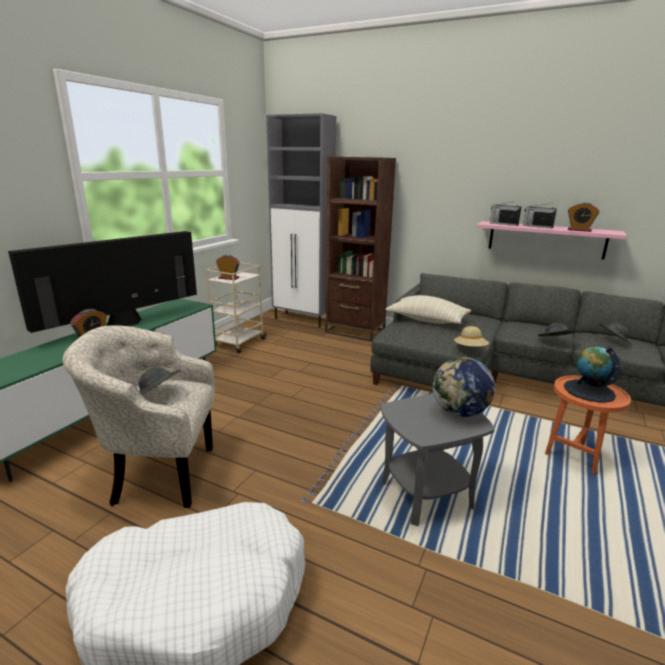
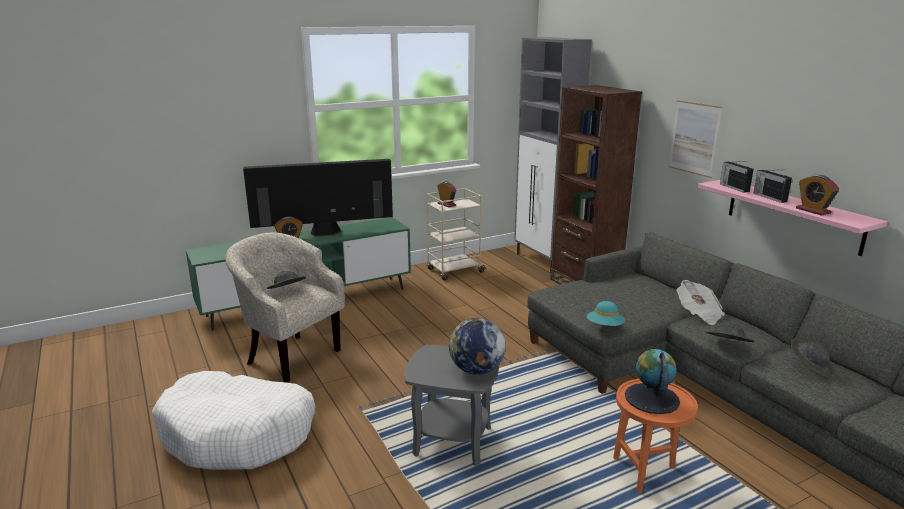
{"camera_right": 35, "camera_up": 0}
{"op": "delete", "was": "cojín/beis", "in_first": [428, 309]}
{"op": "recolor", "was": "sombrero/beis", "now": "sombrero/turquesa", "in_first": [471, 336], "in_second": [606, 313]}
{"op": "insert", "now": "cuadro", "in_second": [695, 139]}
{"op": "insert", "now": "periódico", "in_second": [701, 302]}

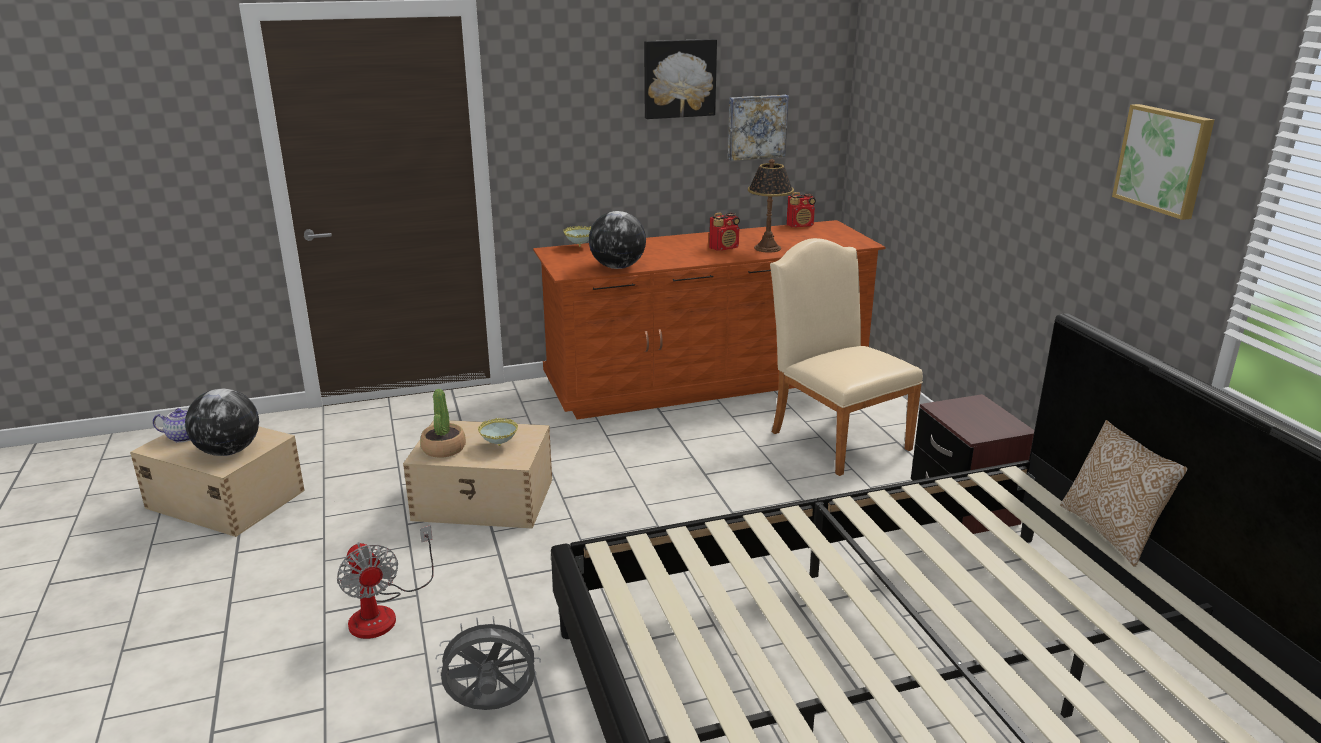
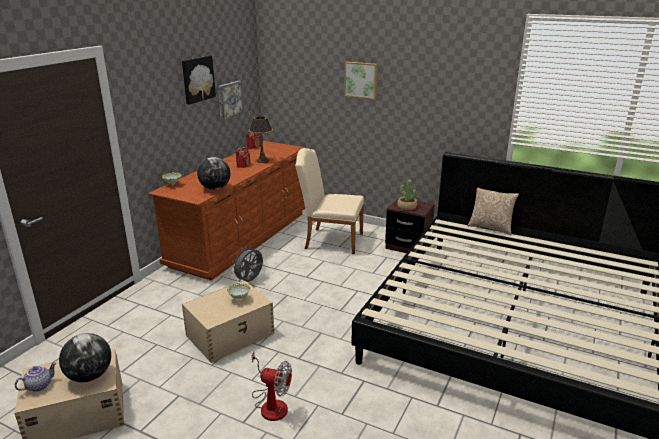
{"camera_right": -45, "camera_up": 0}
{"op": "move", "was": "cuadro", "in_first": [1163, 162], "in_second": [361, 80]}
{"op": "move", "was": "planta en maceta", "in_first": [443, 423], "in_second": [407, 194]}
{"op": "move", "was": "ventilador/gris", "in_first": [488, 663], "in_second": [247, 263]}

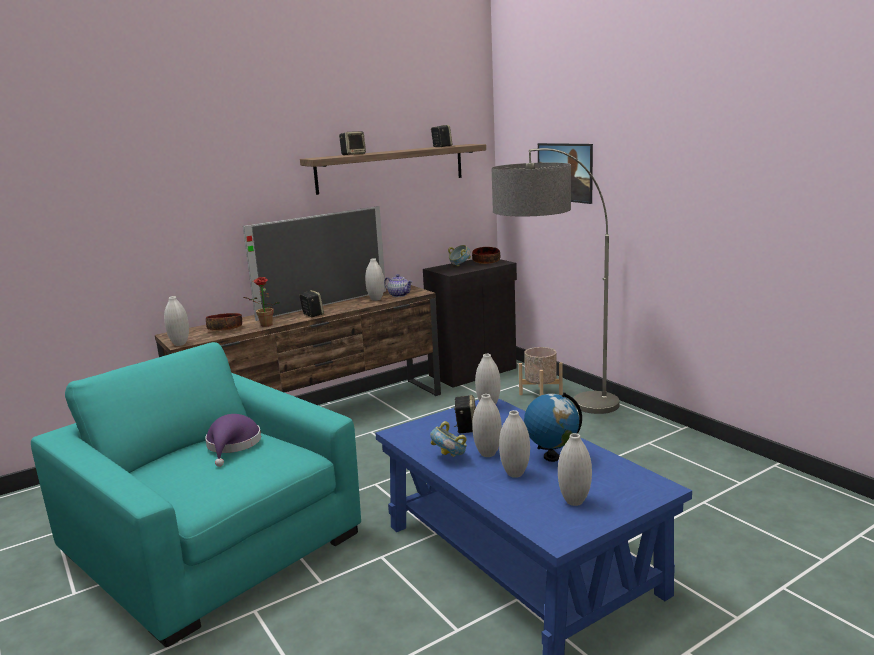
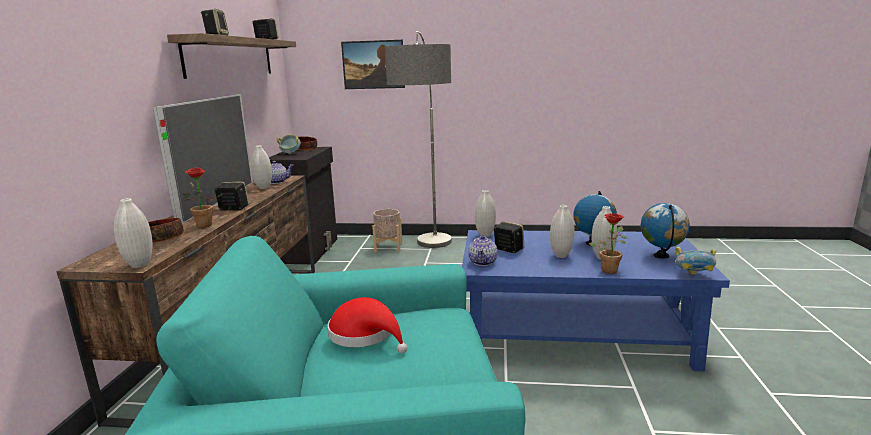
{"camera_right": -50, "camera_up": 0}
{"op": "recolor", "was": "sombrero/morado", "now": "sombrero/rojo", "in_first": [233, 440], "in_second": [367, 325]}
{"op": "move", "was": "cuenco", "in_first": [448, 439], "in_second": [695, 261]}
{"op": "replace", "was": "florero/blanco", "now": "globo terráqueo", "in_first": [575, 469], "in_second": [665, 231]}
{"op": "insert", "now": "planta en maceta", "in_second": [608, 243]}
{"op": "insert", "now": "tetera", "in_second": [483, 250]}

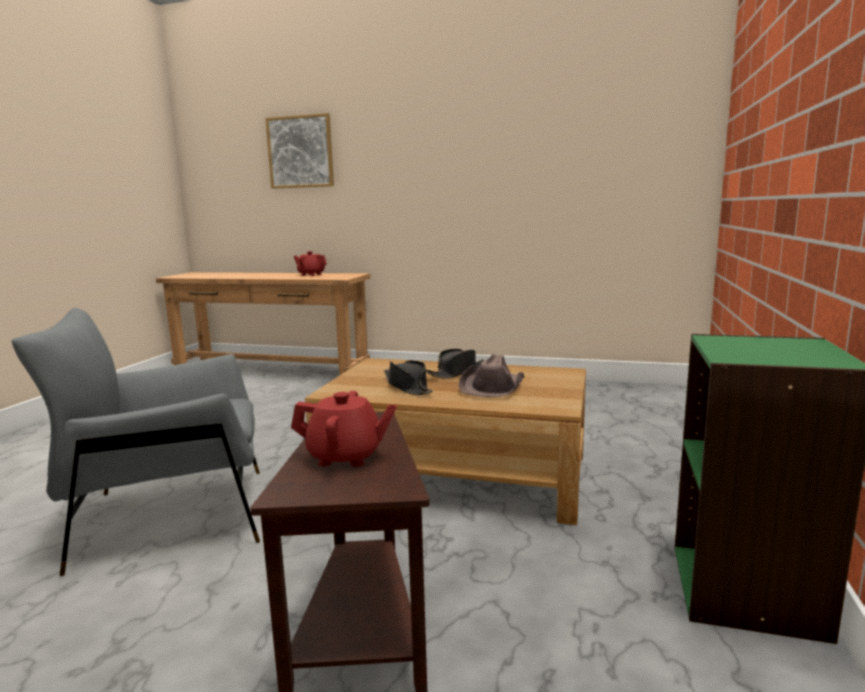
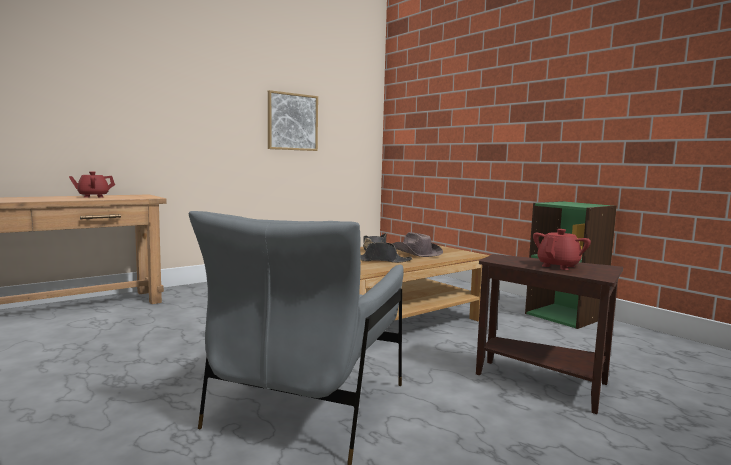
{"camera_right": -55, "camera_up": -5}
{"op": "move", "was": "cuadro", "in_first": [299, 151], "in_second": [293, 120]}

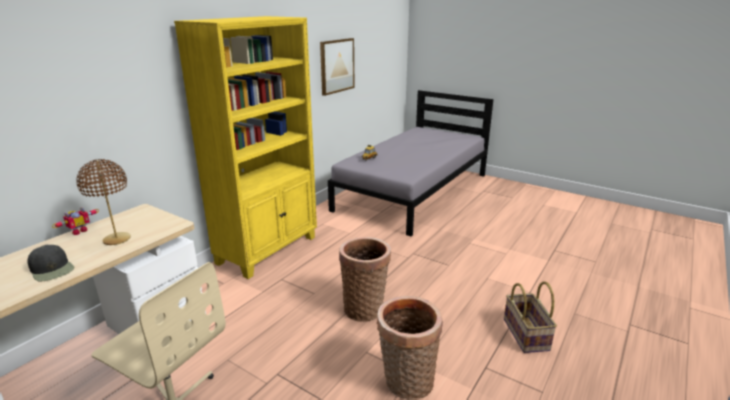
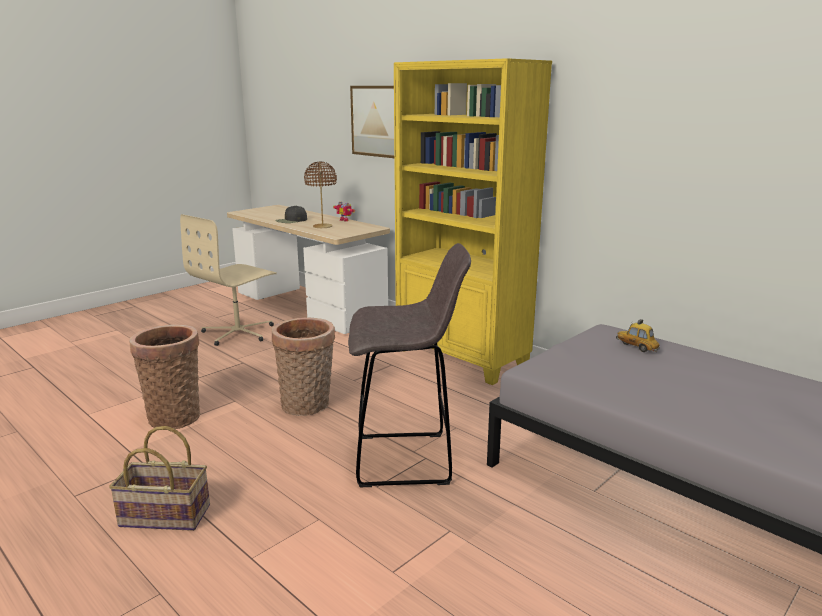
{"camera_right": 100, "camera_up": -5}
{"op": "move", "was": "cuadro", "in_first": [337, 67], "in_second": [372, 122]}
{"op": "insert", "now": "taburete/gris", "in_second": [409, 365]}

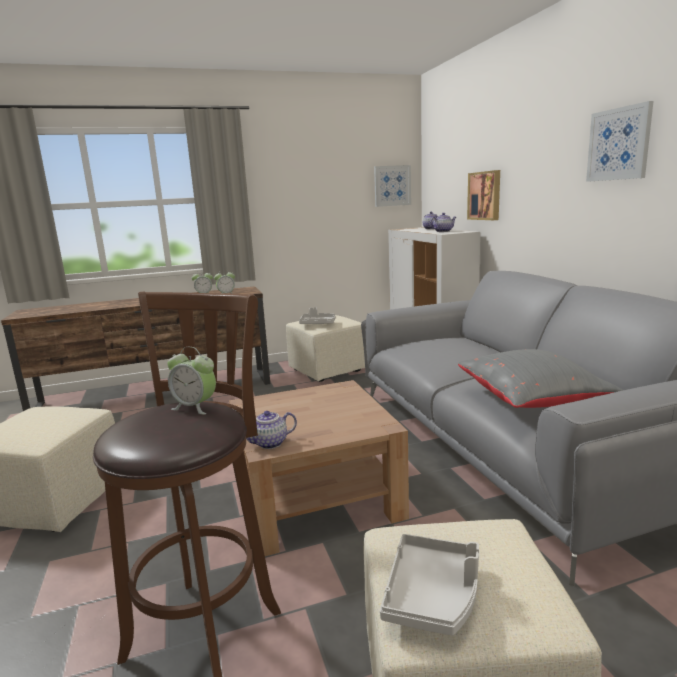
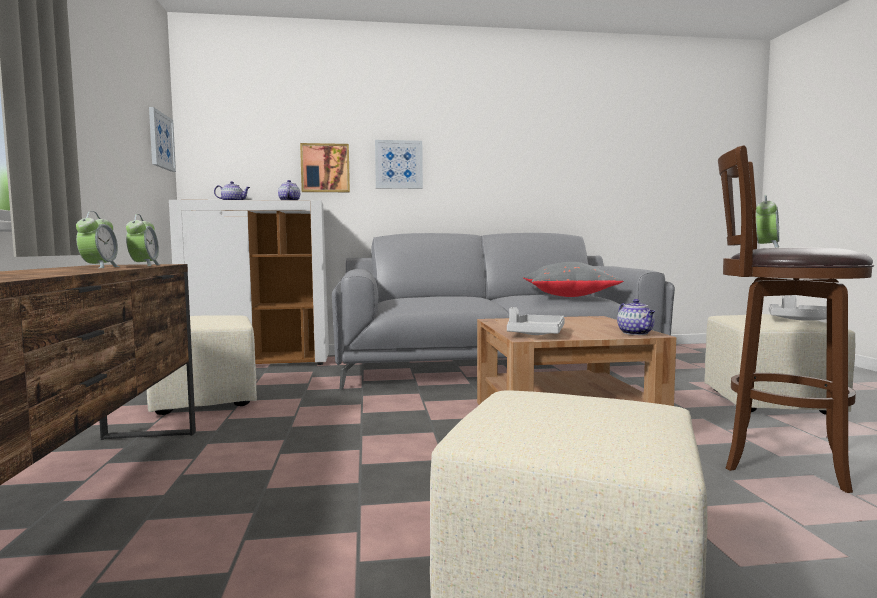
{"camera_right": -80, "camera_up": -10}
{"op": "move", "was": "cuadro", "in_first": [620, 141], "in_second": [399, 164]}
{"op": "move", "was": "bandeja/gris", "in_first": [317, 315], "in_second": [536, 321]}

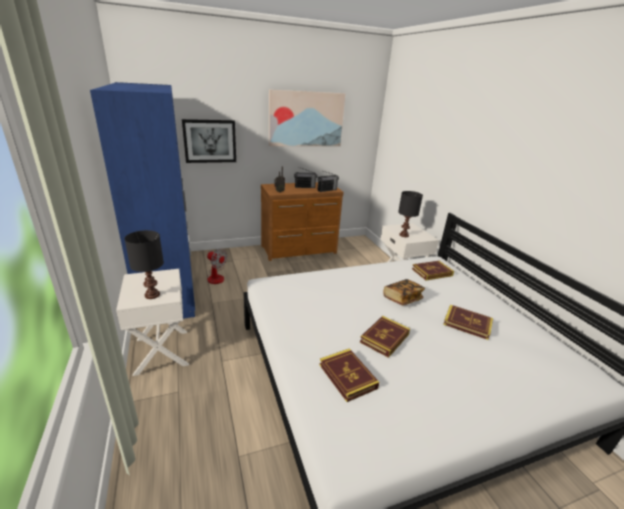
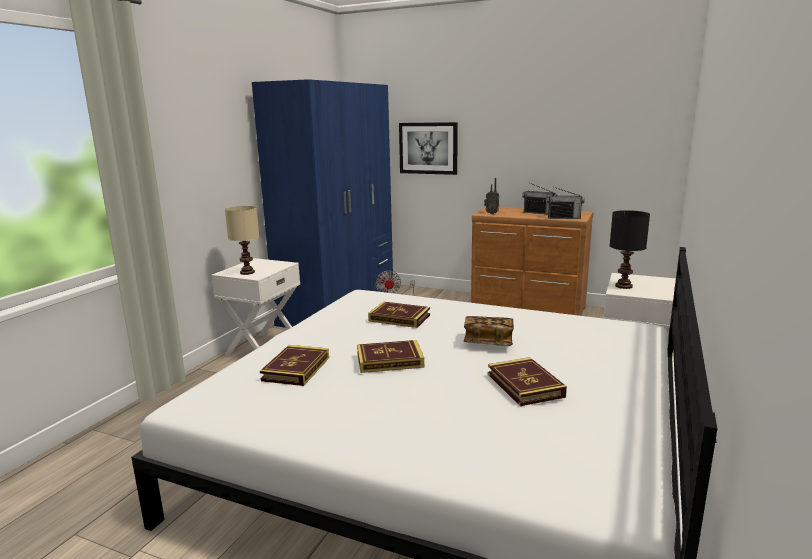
{"camera_right": 45, "camera_up": -10}
{"op": "delete", "was": "cuadro", "in_first": [307, 118]}
{"op": "recolor", "was": "lámpara de mesa/negro", "now": "lámpara de mesa/beis", "in_first": [144, 264], "in_second": [242, 240]}
{"op": "move", "was": "libro", "in_first": [433, 270], "in_second": [399, 315]}

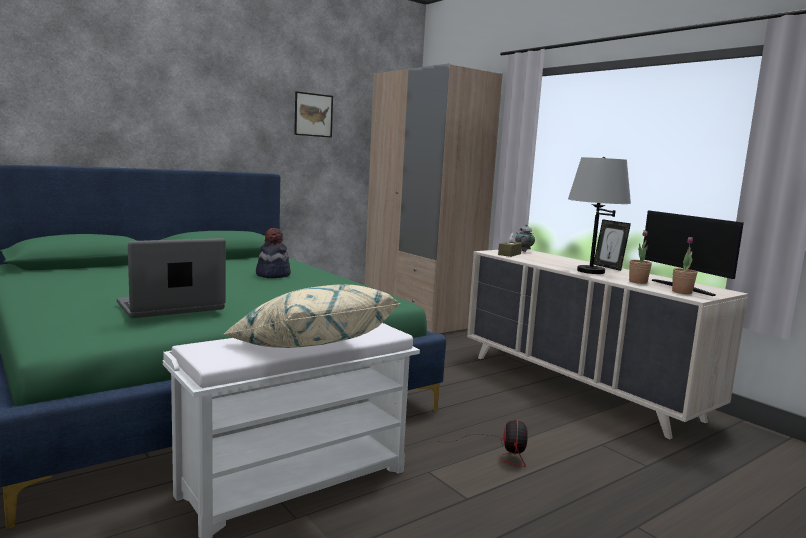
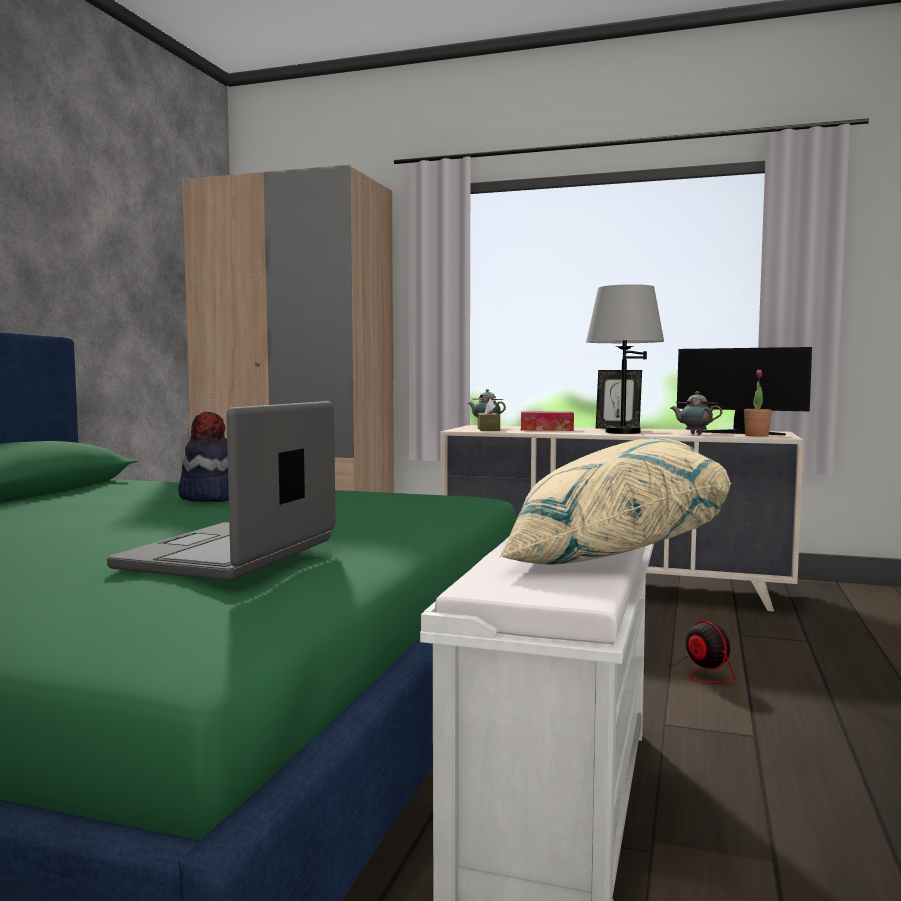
{"camera_right": -35, "camera_up": -5}
{"op": "delete", "was": "cuadro", "in_first": [313, 114]}
{"op": "replace", "was": "planta en maceta", "now": "tetera", "in_first": [640, 257], "in_second": [696, 412]}
{"op": "insert", "now": "caja de pañuelos", "in_second": [547, 421]}

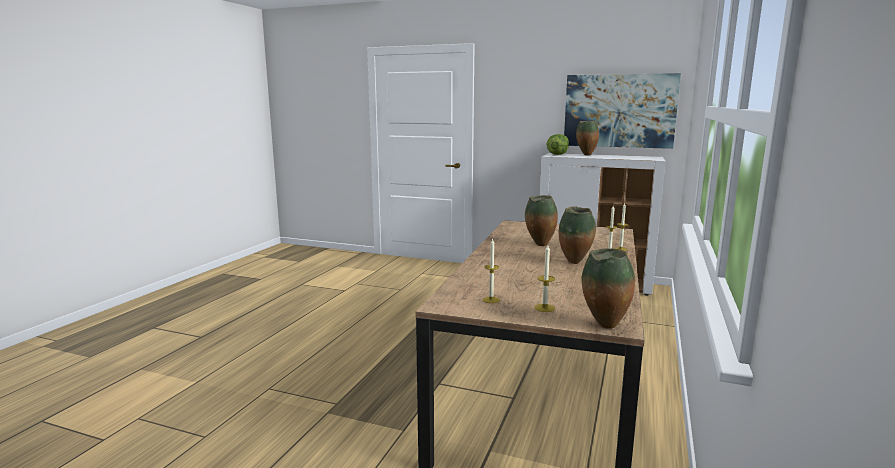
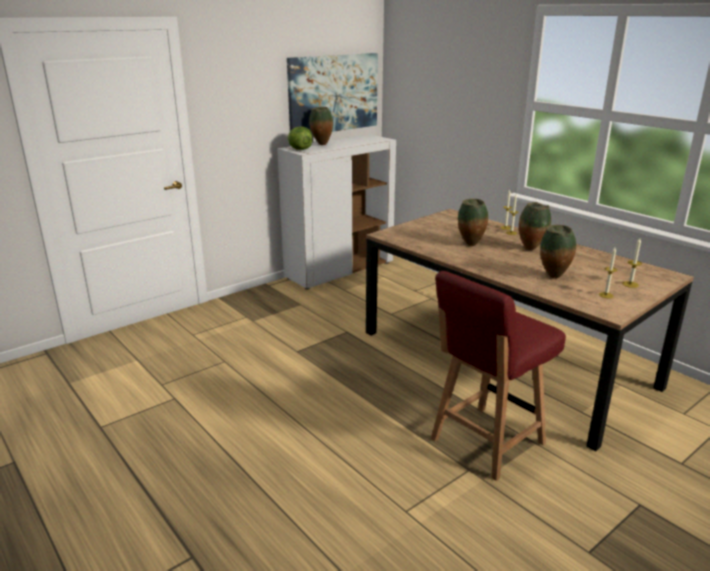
{"camera_right": -60, "camera_up": 10}
{"op": "move", "was": "florero", "in_first": [608, 288], "in_second": [558, 252]}
{"op": "insert", "now": "silla/rojo", "in_second": [498, 376]}

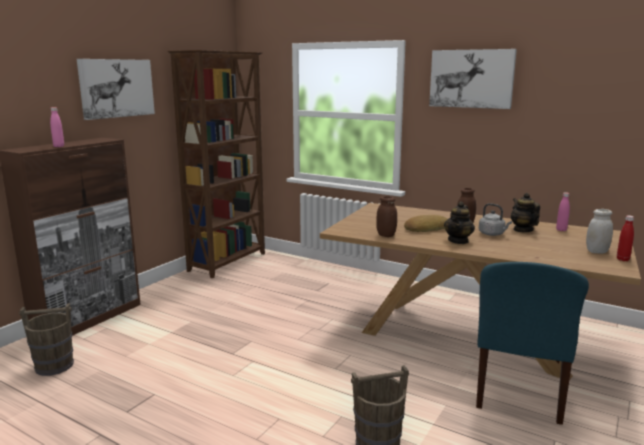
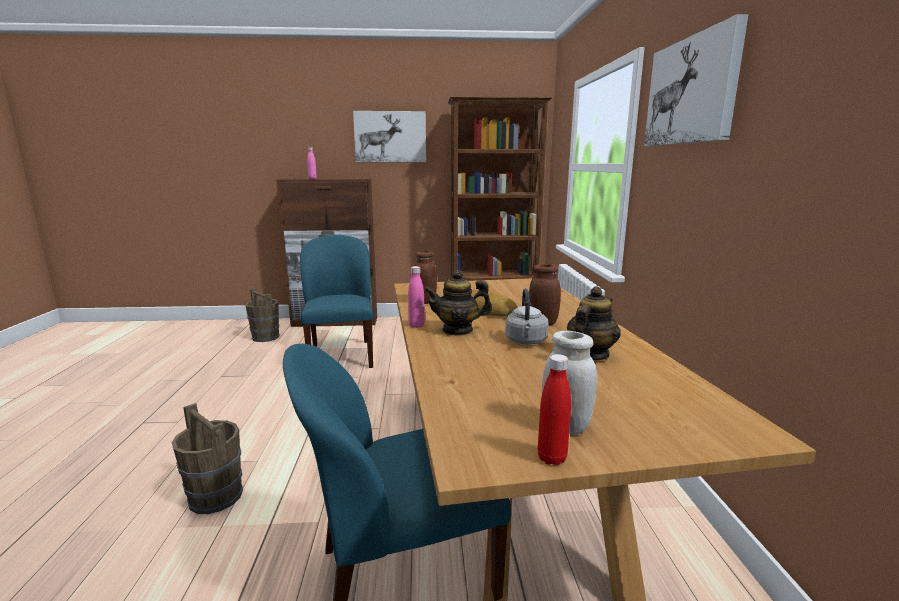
{"camera_right": 55, "camera_up": 0}
{"op": "move", "was": "botella/rosa", "in_first": [563, 211], "in_second": [416, 297]}
{"op": "insert", "now": "silla/azul", "in_second": [336, 301]}

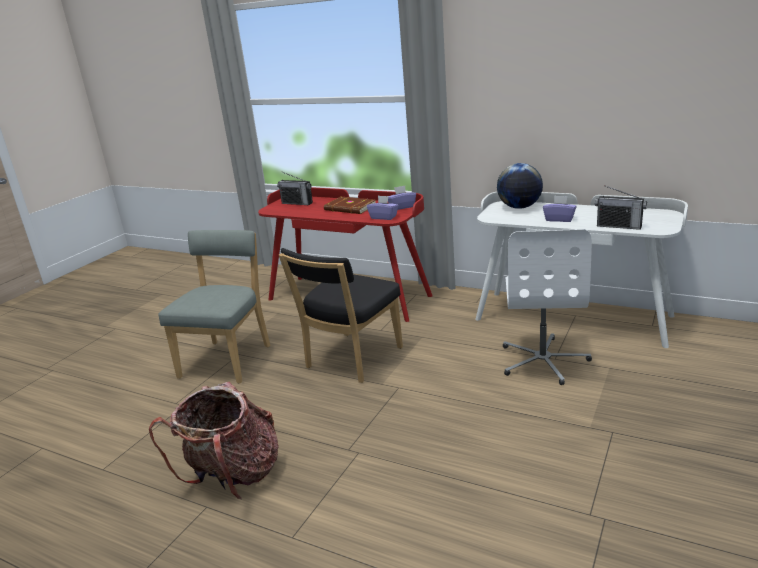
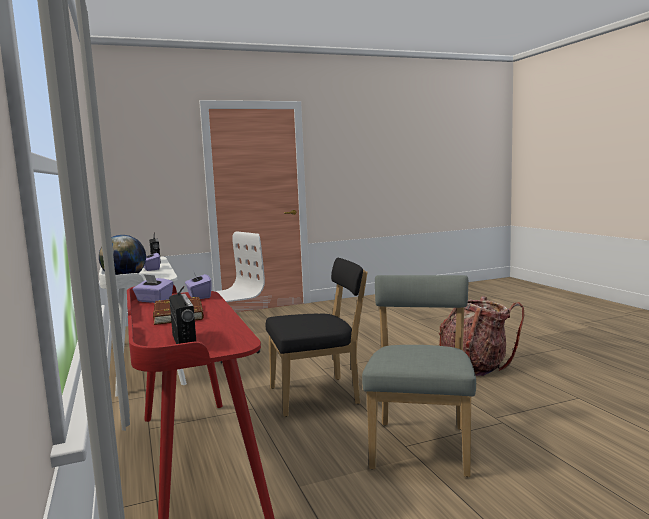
{"camera_right": -140, "camera_up": -15}
{"op": "rotate", "was": "silla/gris", "in_first": [214, 307], "in_second": [419, 376], "clockwise": 135}

